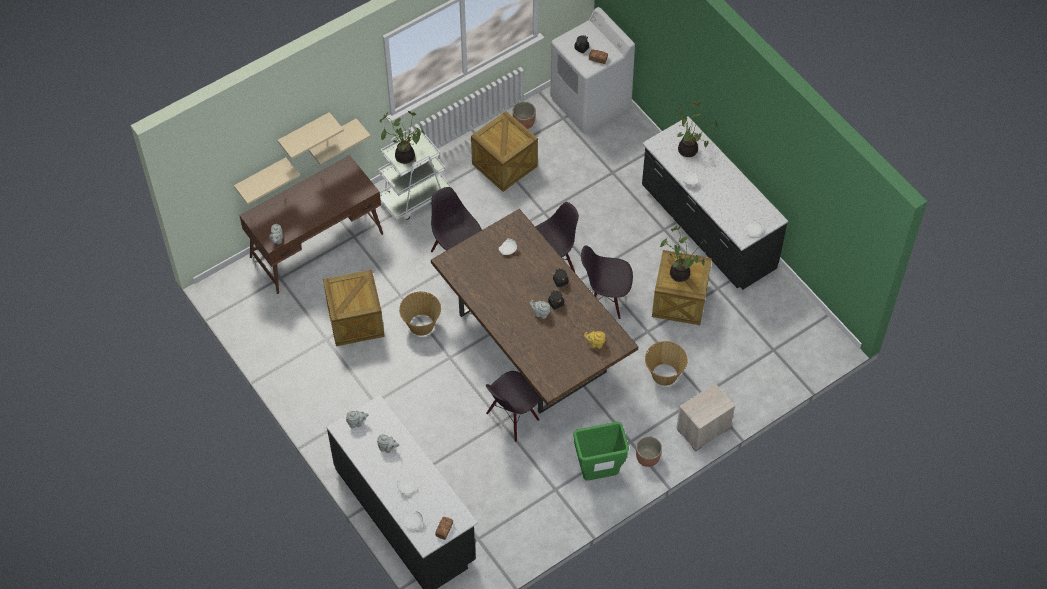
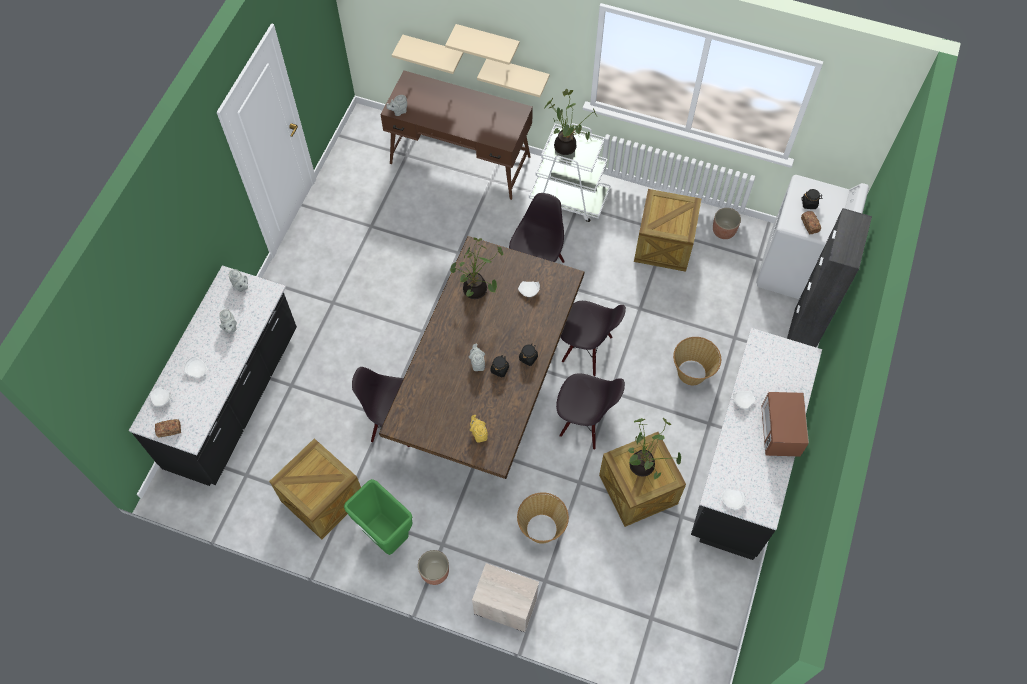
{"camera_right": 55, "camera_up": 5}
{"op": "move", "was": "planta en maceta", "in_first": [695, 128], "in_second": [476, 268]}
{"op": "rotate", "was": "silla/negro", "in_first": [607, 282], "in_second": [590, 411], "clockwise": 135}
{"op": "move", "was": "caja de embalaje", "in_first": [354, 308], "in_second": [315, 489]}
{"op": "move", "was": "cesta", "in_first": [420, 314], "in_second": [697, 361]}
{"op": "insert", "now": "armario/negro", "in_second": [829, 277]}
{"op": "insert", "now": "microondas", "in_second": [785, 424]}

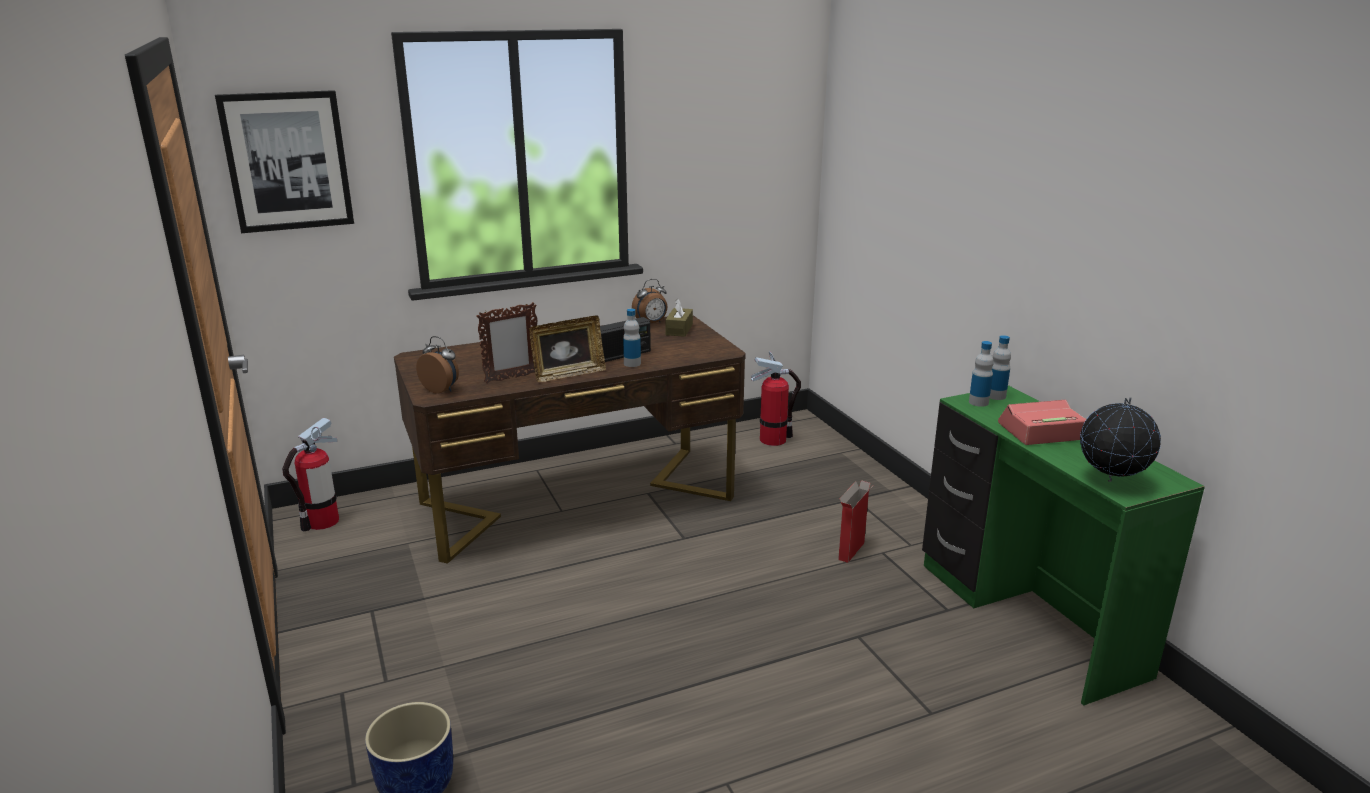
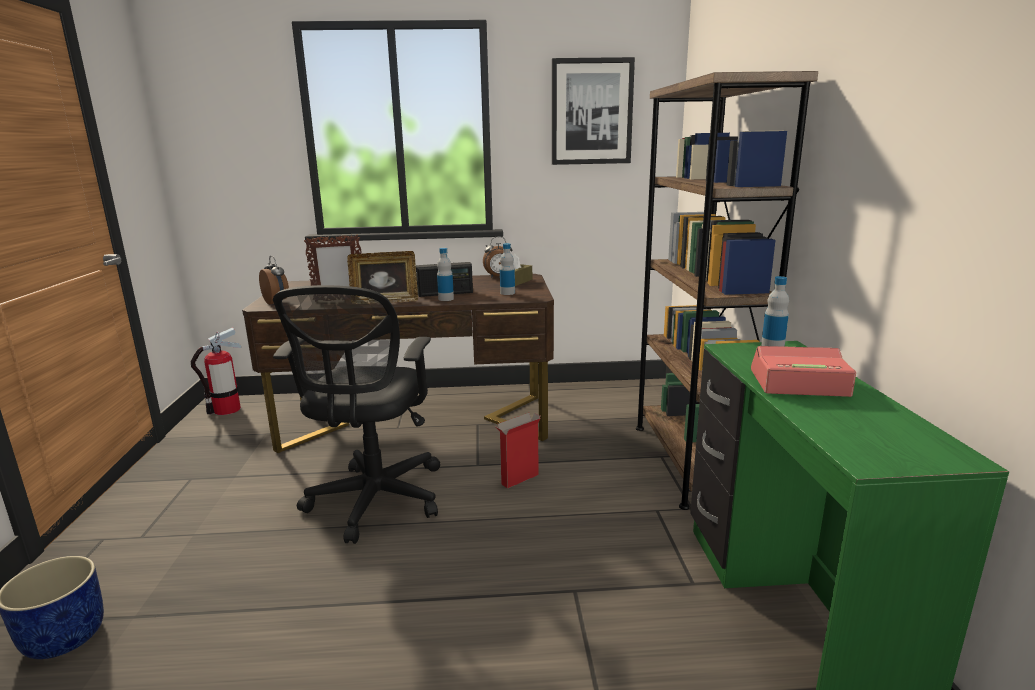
{"camera_right": 20, "camera_up": -5}
{"op": "move", "was": "cuadro", "in_first": [284, 161], "in_second": [593, 111]}
{"op": "move", "was": "botella", "in_first": [981, 374], "in_second": [507, 269]}
{"op": "delete", "was": "extintor", "in_first": [776, 398]}
{"op": "delete", "was": "globo terráqueo", "in_first": [1120, 439]}
{"op": "move", "was": "caja de cartón", "in_first": [855, 521], "in_second": [518, 451]}
{"op": "insert", "now": "estantería/marrón", "in_second": [727, 290]}
{"op": "insert", "now": "silla de oficina/negro", "in_second": [356, 414]}

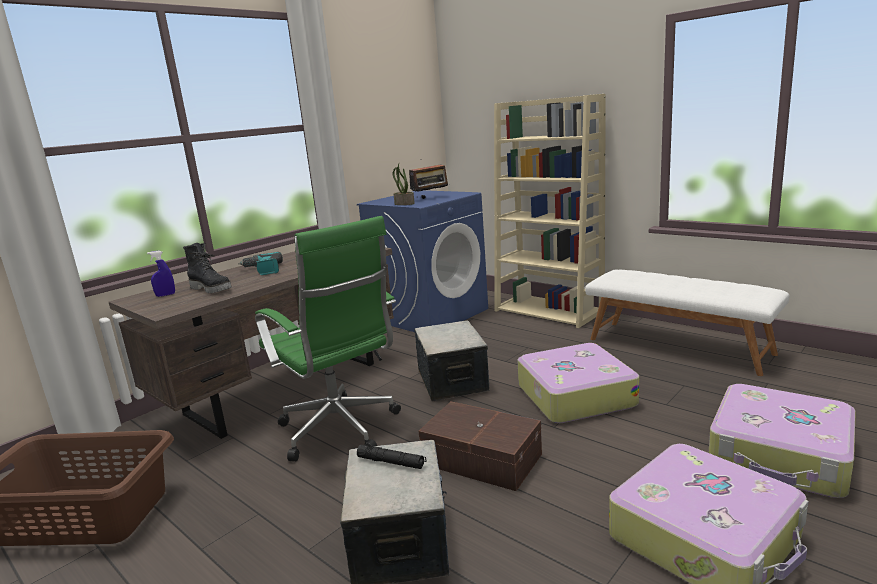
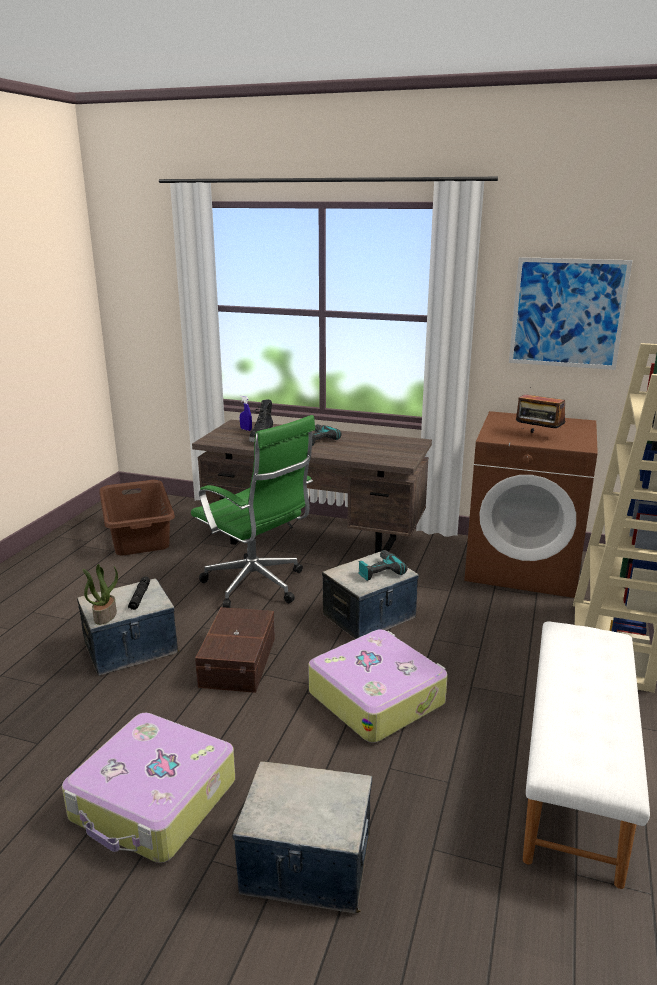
{"camera_right": 65, "camera_up": 5}
{"op": "move", "was": "planta en maceta", "in_first": [403, 184], "in_second": [100, 594]}
{"op": "recolor", "was": "lavadora/azul", "now": "lavadora/marrón", "in_first": [422, 261], "in_second": [531, 504]}
{"op": "rotate", "was": "silla de oficina/verde", "in_first": [328, 338], "in_second": [253, 511], "clockwise": -75}
{"op": "replace", "was": "maleta", "now": "caja de almacenaje", "in_first": [782, 441], "in_second": [302, 837]}
{"op": "insert", "now": "cuadro", "in_second": [570, 313]}
{"op": "insert", "now": "taladro", "in_second": [382, 565]}

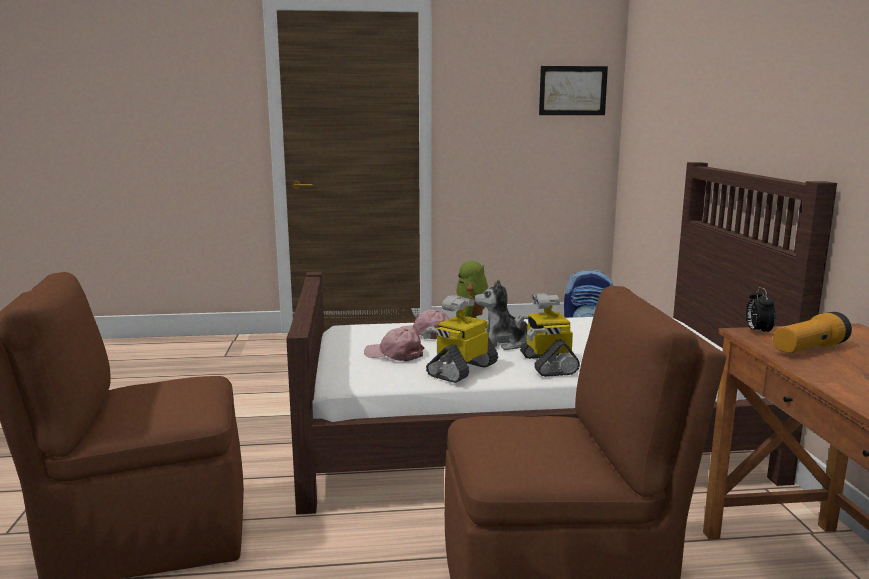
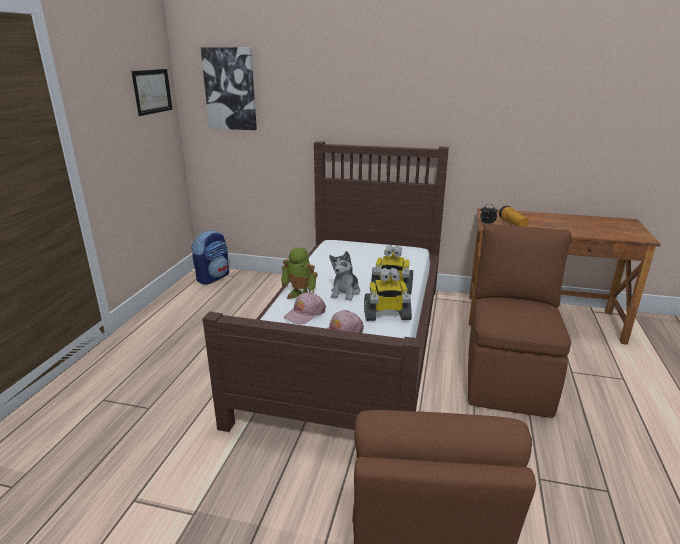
{"camera_right": -70, "camera_up": 10}
{"op": "rotate", "was": "robot de juguete", "in_first": [460, 339], "in_second": [388, 294], "clockwise": -60}
{"op": "insert", "now": "cuadro", "in_second": [229, 88]}

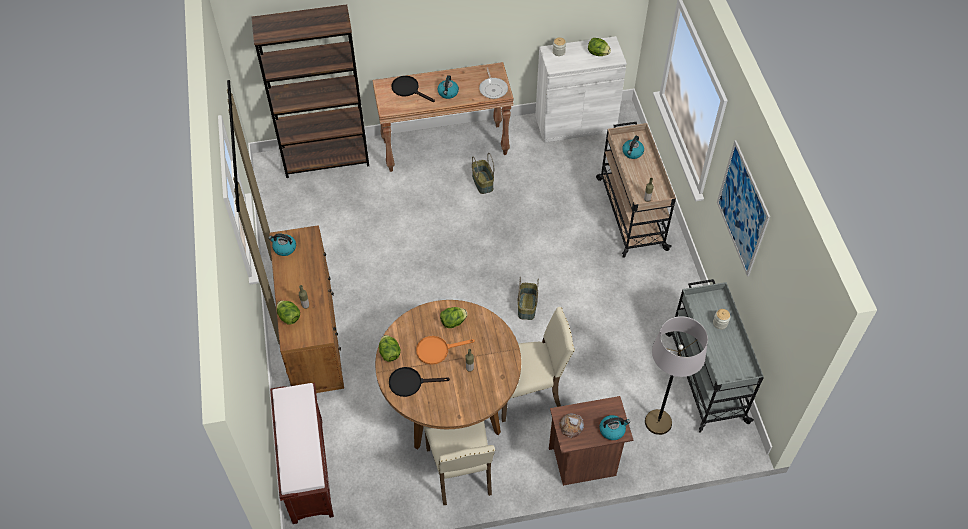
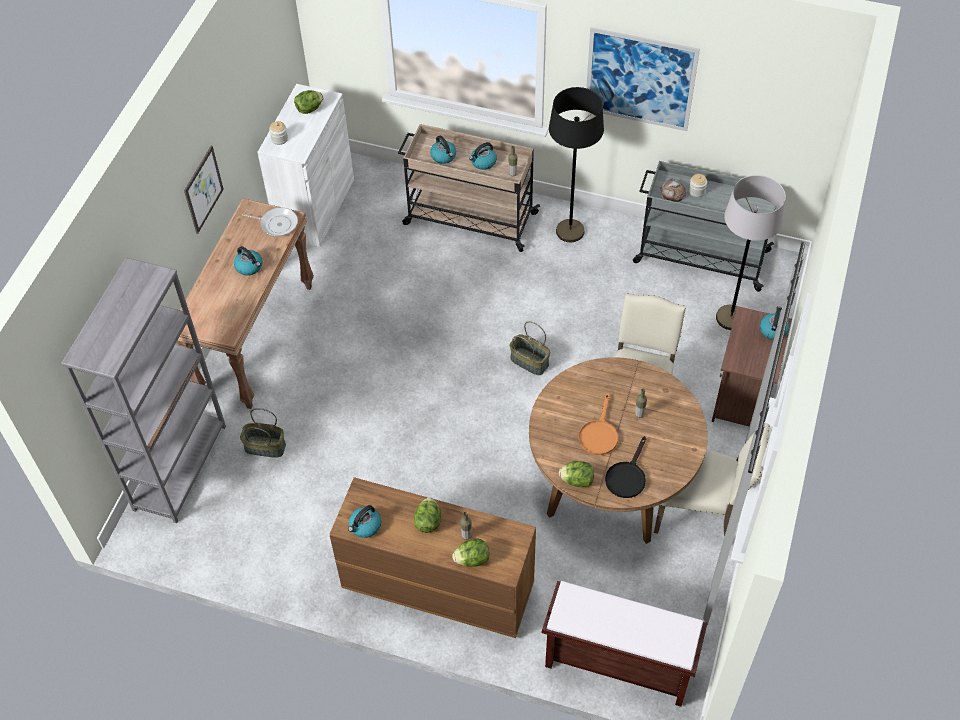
{"camera_right": -60, "camera_up": 0}
{"op": "recolor", "was": "estantería/marrón", "now": "estantería/gris", "in_first": [310, 91], "in_second": [144, 390]}
{"op": "delete", "was": "sartén/negro", "in_first": [413, 89]}
{"op": "move", "was": "cesta", "in_first": [483, 173], "in_second": [263, 433]}
{"op": "move", "was": "lechuga", "in_first": [454, 317], "in_second": [427, 515]}
{"op": "move", "was": "pan", "in_first": [571, 425], "in_second": [673, 190]}
{"op": "insert", "now": "lámpara de pie/negro", "in_second": [576, 164]}
{"op": "insert", "now": "hervidor", "in_second": [483, 156]}
{"op": "insert", "now": "cuadro", "in_second": [204, 190]}

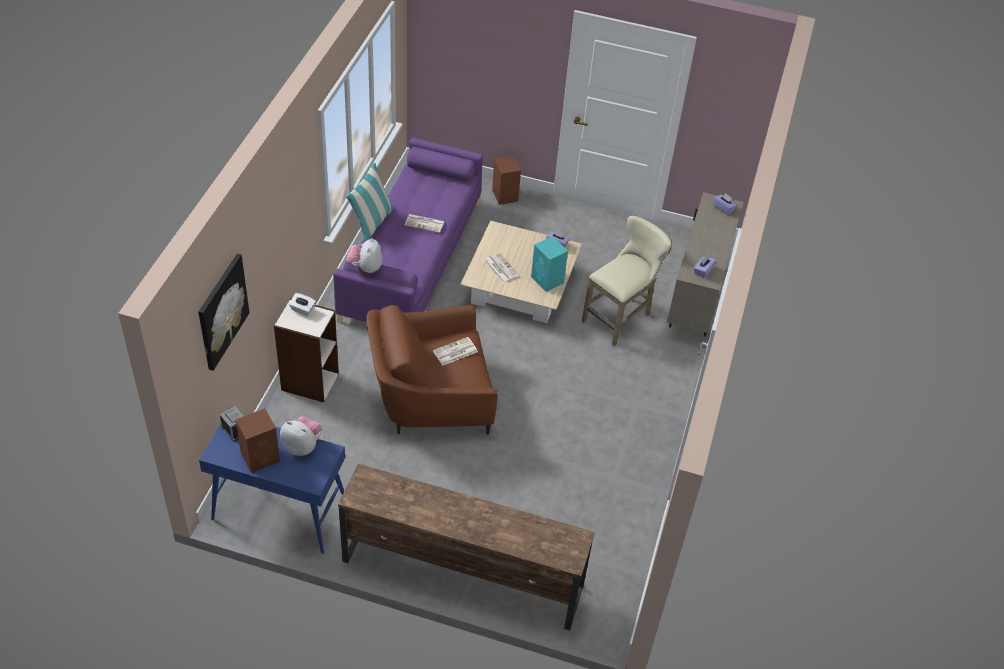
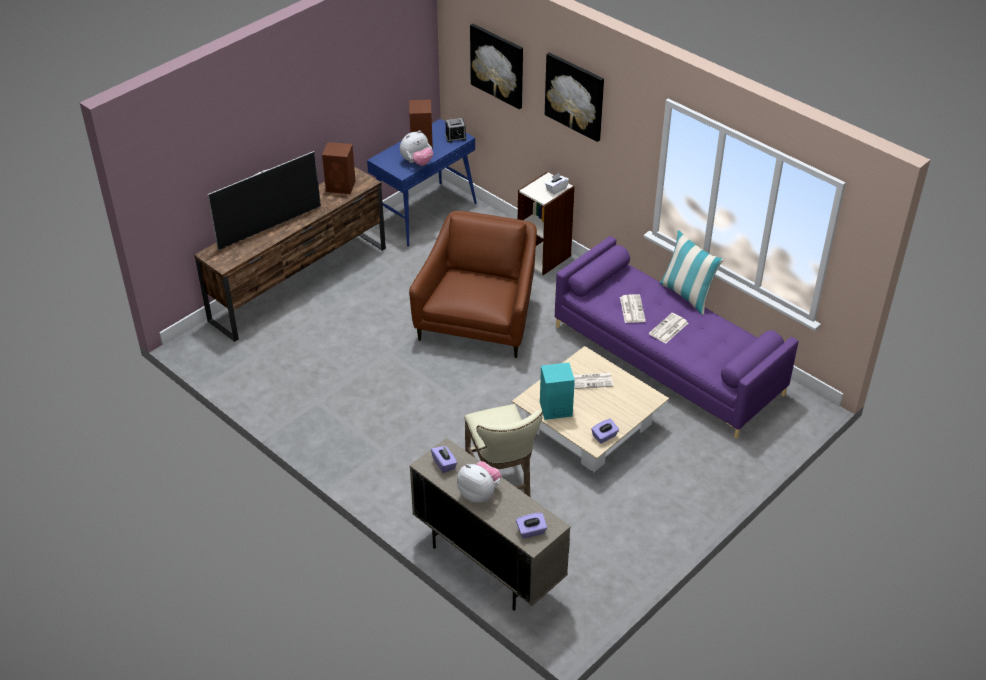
{"camera_right": 120, "camera_up": -5}
{"op": "move", "was": "altavoz/marrón", "in_first": [506, 180], "in_second": [338, 168]}
{"op": "move", "was": "peluche", "in_first": [364, 255], "in_second": [479, 482]}
{"op": "move", "was": "periódico", "in_first": [455, 351], "in_second": [633, 308]}
{"op": "insert", "now": "cuadro", "in_second": [574, 97]}
{"op": "insert", "now": "televisor", "in_second": [264, 200]}

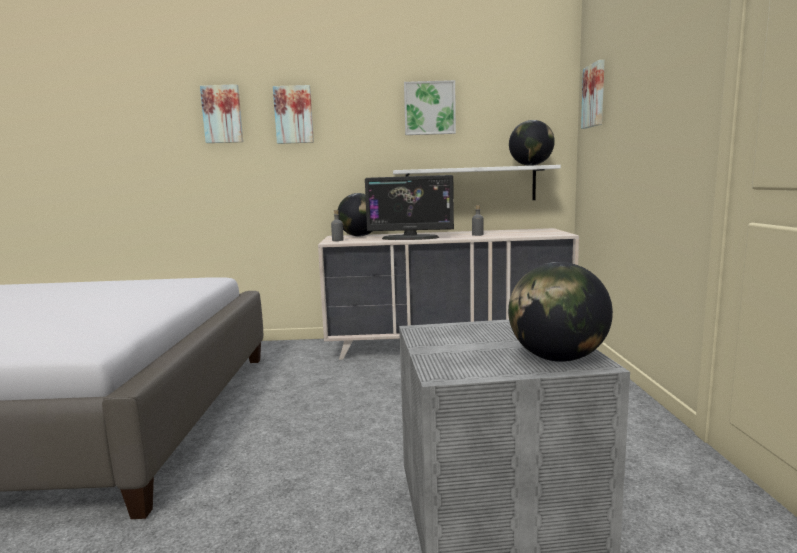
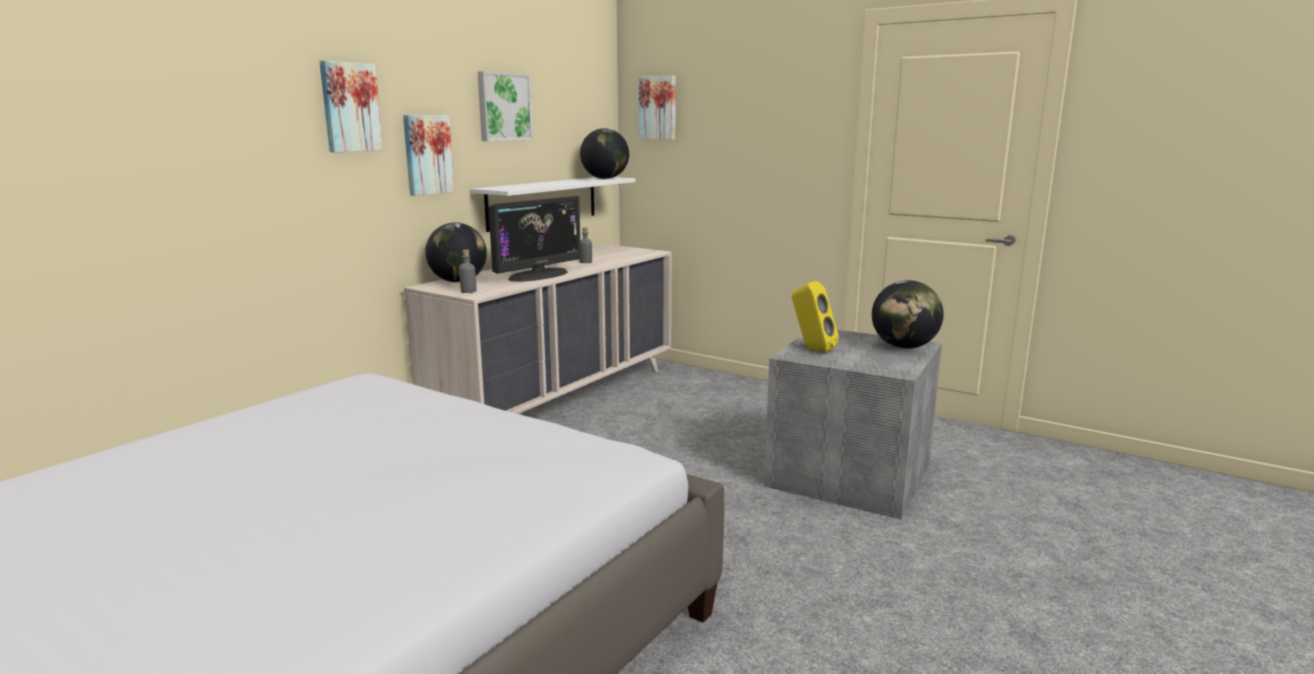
{"camera_right": -55, "camera_up": 5}
{"op": "move", "was": "cuadro", "in_first": [221, 113], "in_second": [429, 155]}
{"op": "insert", "now": "altavoz/amarillo", "in_second": [815, 316]}

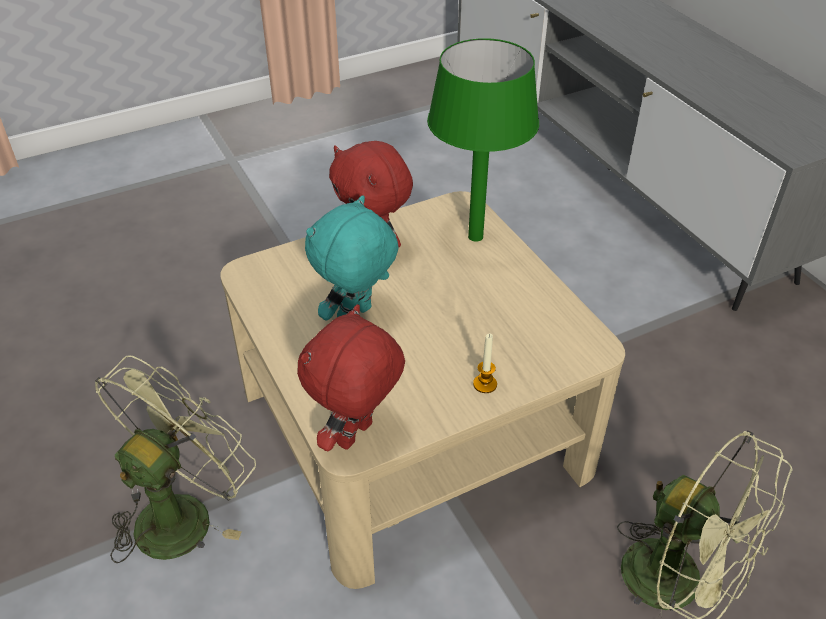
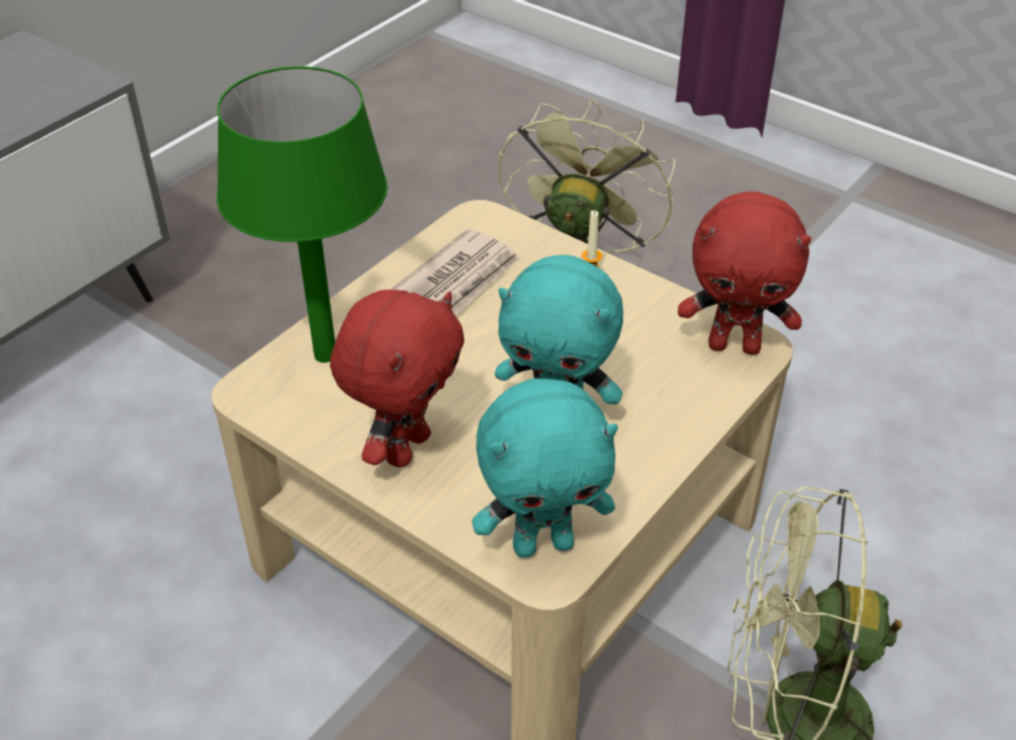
{"camera_right": -115, "camera_up": 0}
{"op": "insert", "now": "periódico", "in_second": [455, 272]}
{"op": "insert", "now": "peluche/turquesa", "in_second": [545, 468]}

